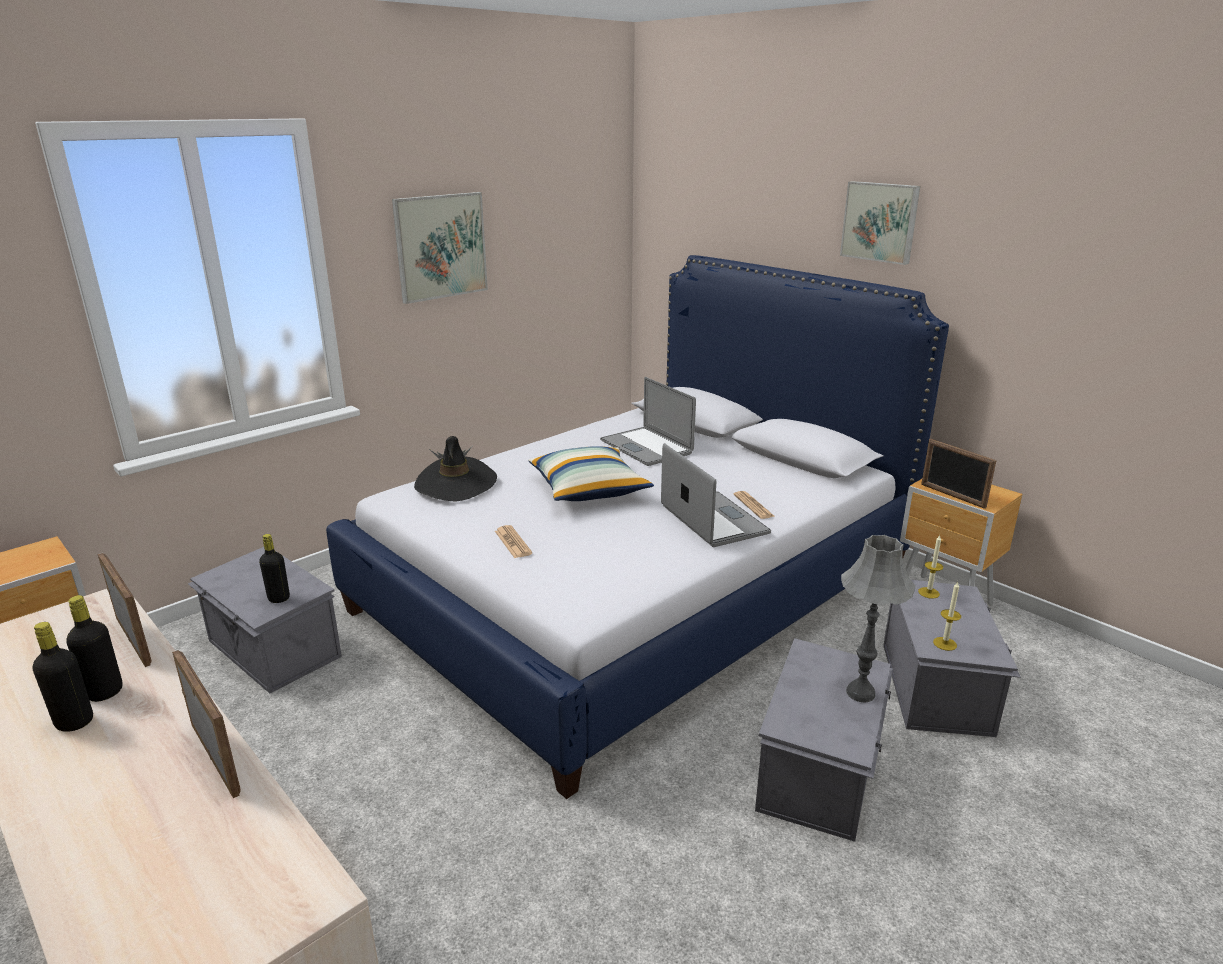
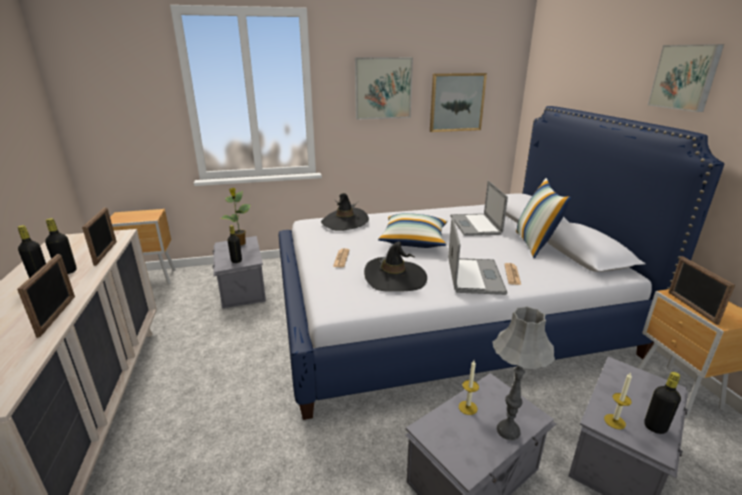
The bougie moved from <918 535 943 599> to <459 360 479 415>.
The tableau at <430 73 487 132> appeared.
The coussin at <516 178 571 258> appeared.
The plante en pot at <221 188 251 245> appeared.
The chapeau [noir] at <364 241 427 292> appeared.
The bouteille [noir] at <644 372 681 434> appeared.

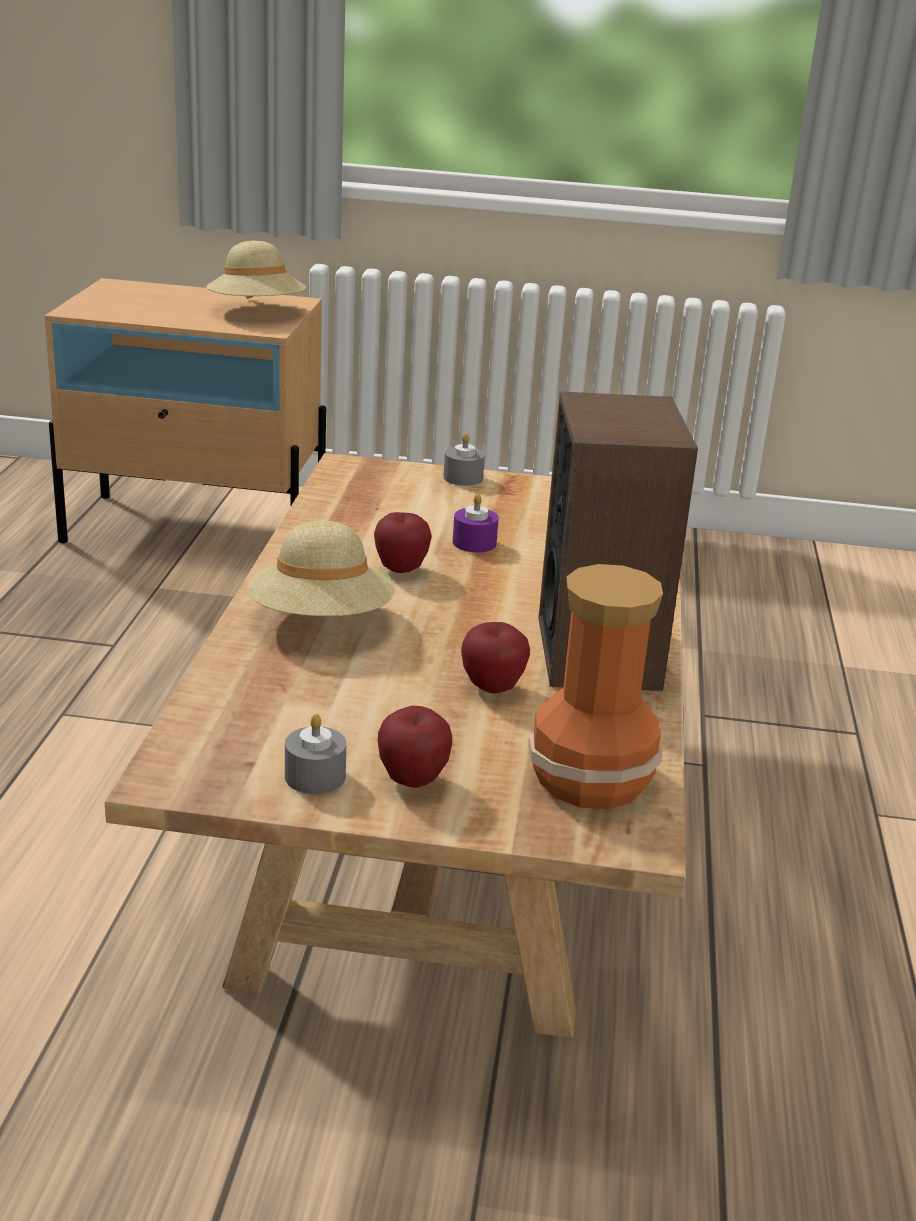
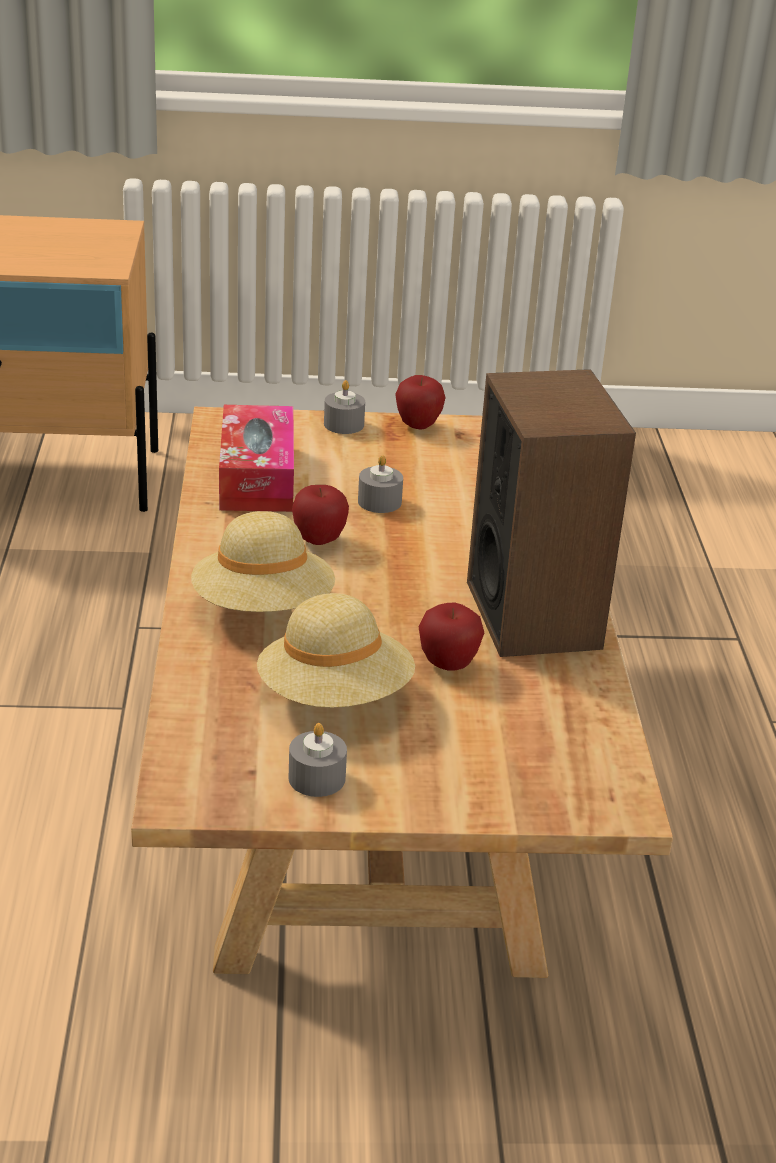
The chapeau [beige] moved from <207 241 306 299> to <257 593 415 708>.
The bougie [violet] at <453 494 499 552> became the bougie [gris] at <358 455 403 513>.
The vase at <528 564 663 809> disappeared.
The pomme moved from <378 706 452 788> to <395 375 445 430>.
The boîte à mouchoirs at <219 405 294 512> appeared.

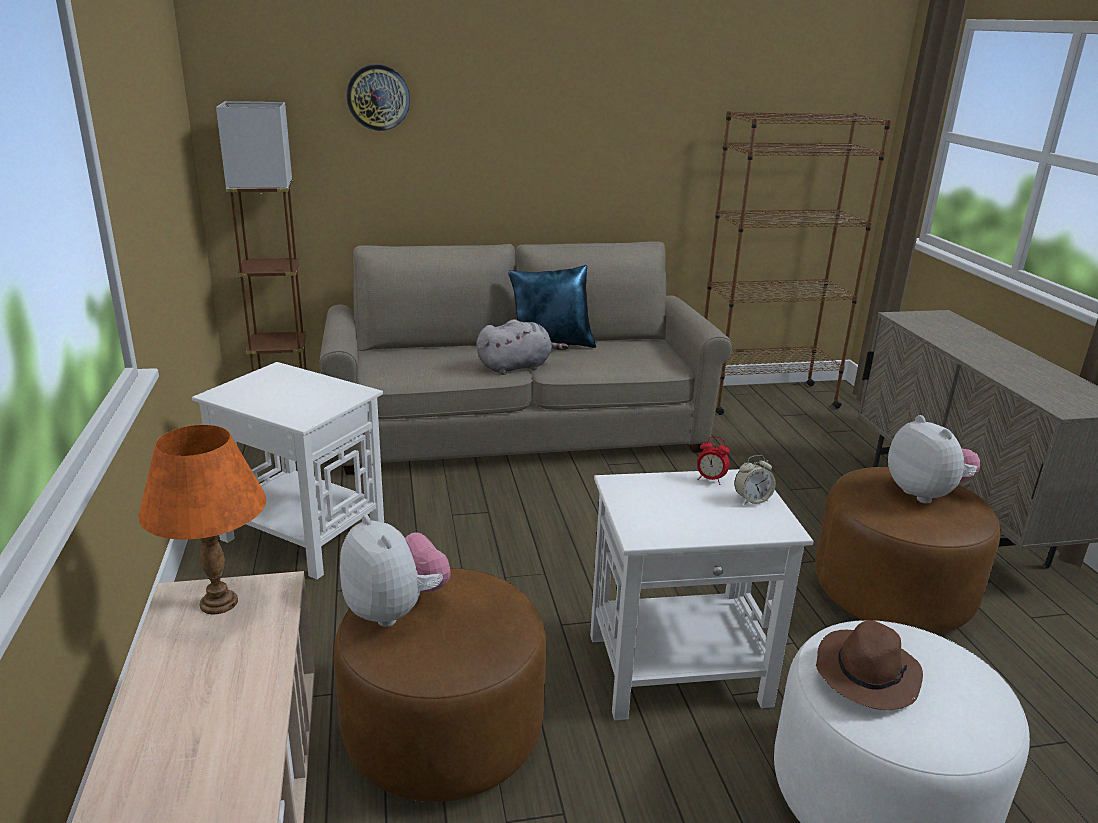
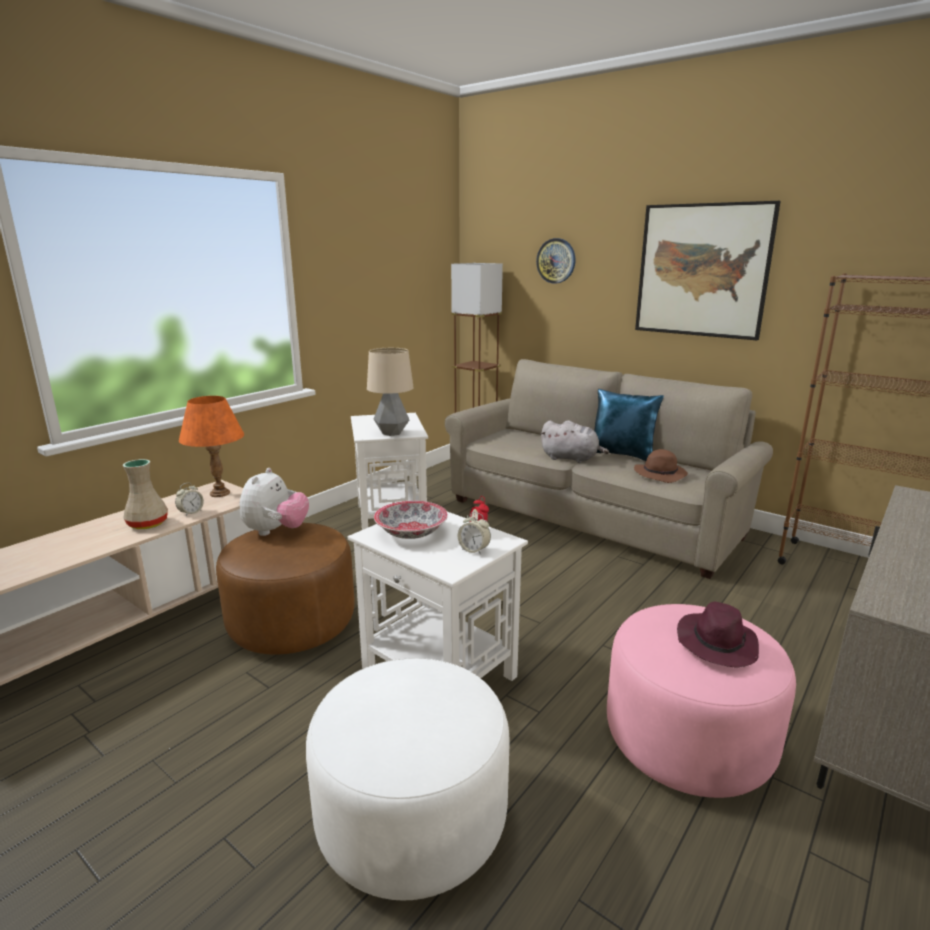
The peluche at <888 415 981 504> was replaced by the chapeau [violet] at <677 602 759 668>.
The pouf [marron] at <815 467 1001 634> became the pouf [rose] at <607 604 796 798>.
The chapeau [marron] moved from <816 620 923 710> to <634 449 688 483>.
The tableau at <635 201 781 340> appeared.
The lampe de table at <367 348 414 436> appeared.
The vase [beige] at <123 459 168 529> appeared.
The réveil at <175 483 204 516> appeared.
The bol at <374 501 448 539> appeared.

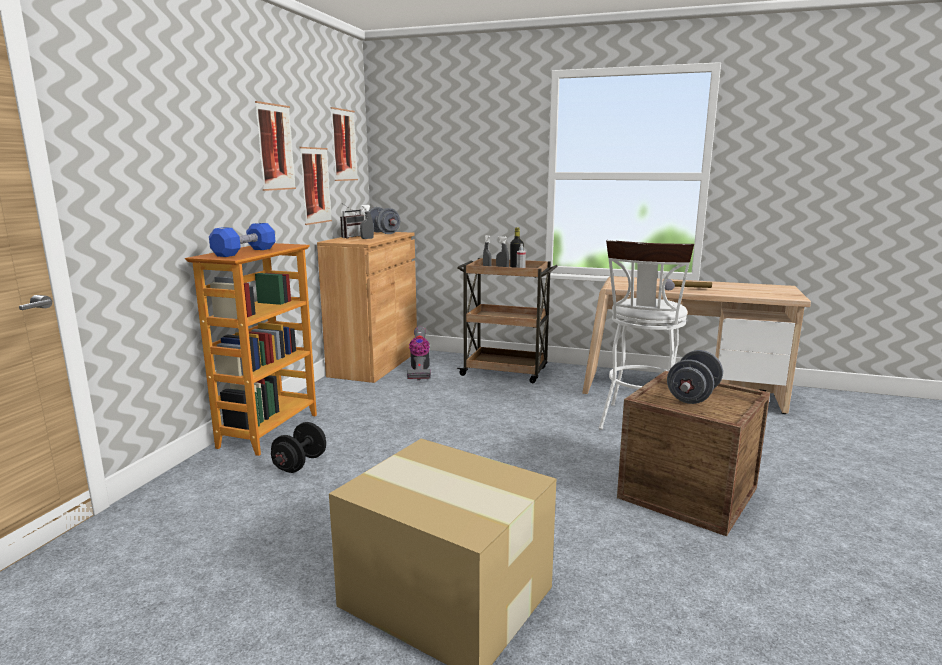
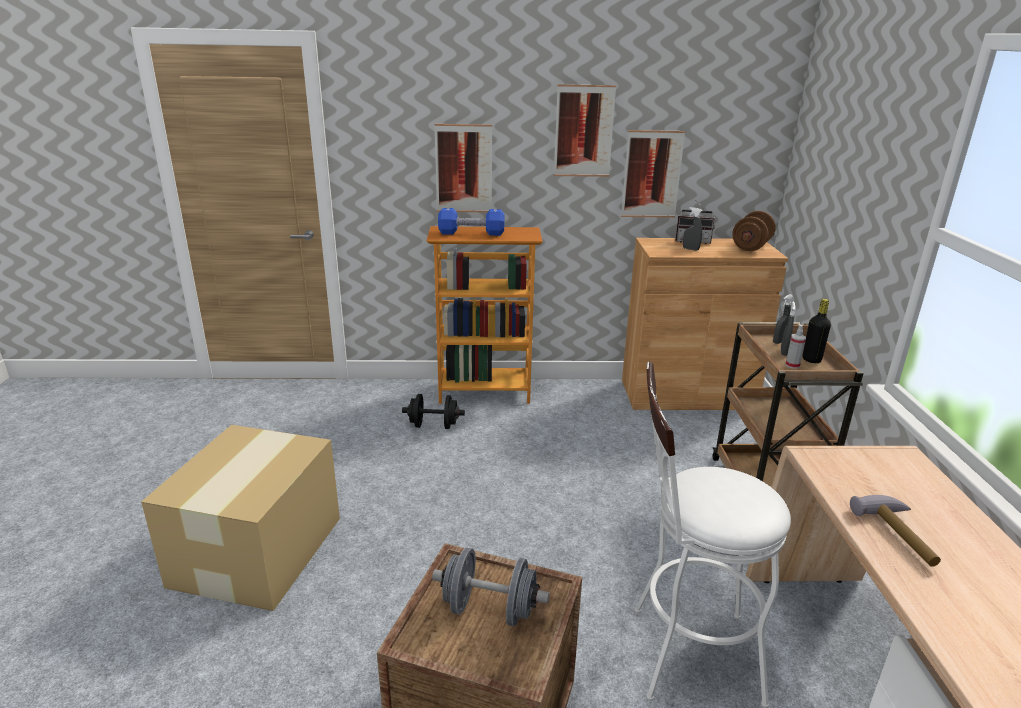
The tableau moved from <331 107 358 181> to <434 124 492 212>.
The haltère [gris] at <369 207 400 234> became the haltère [marron] at <732 211 776 251>.
The aspirateur at <407 327 431 380> disappeared.

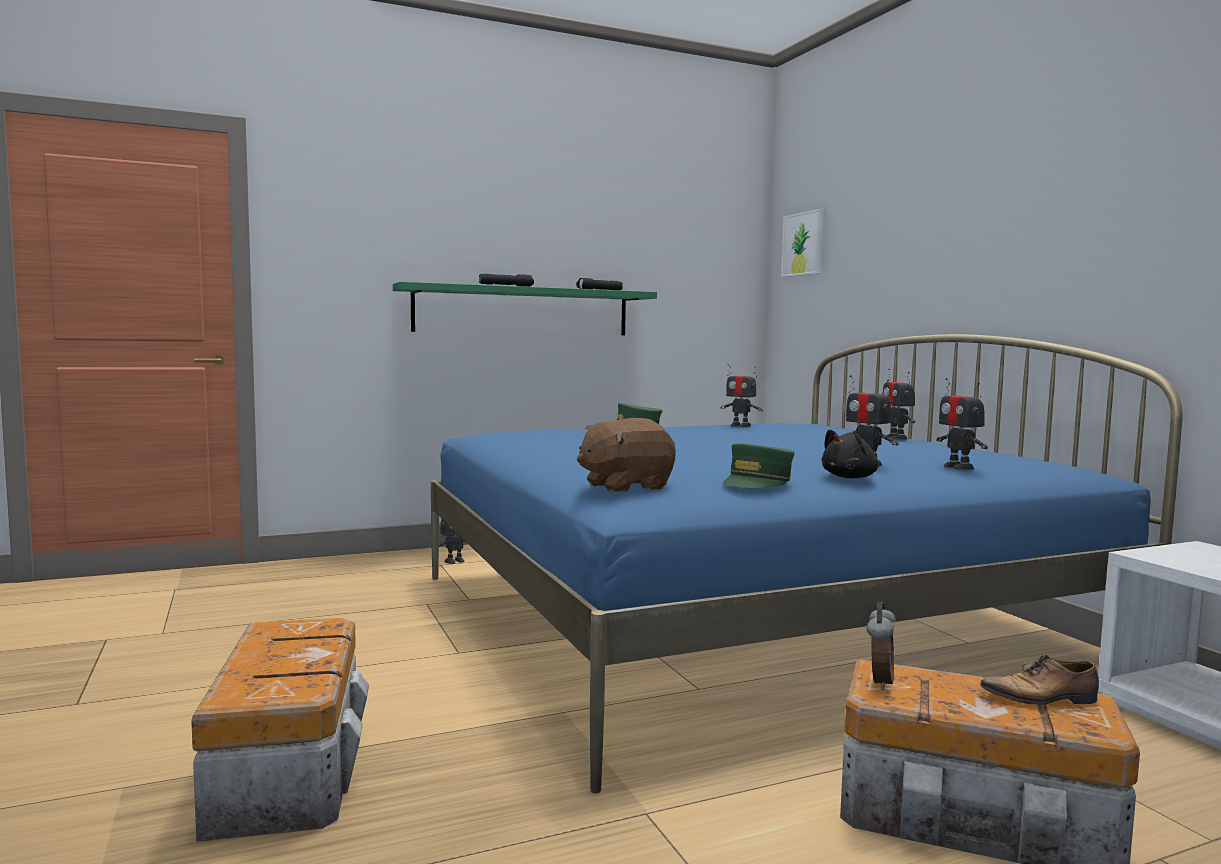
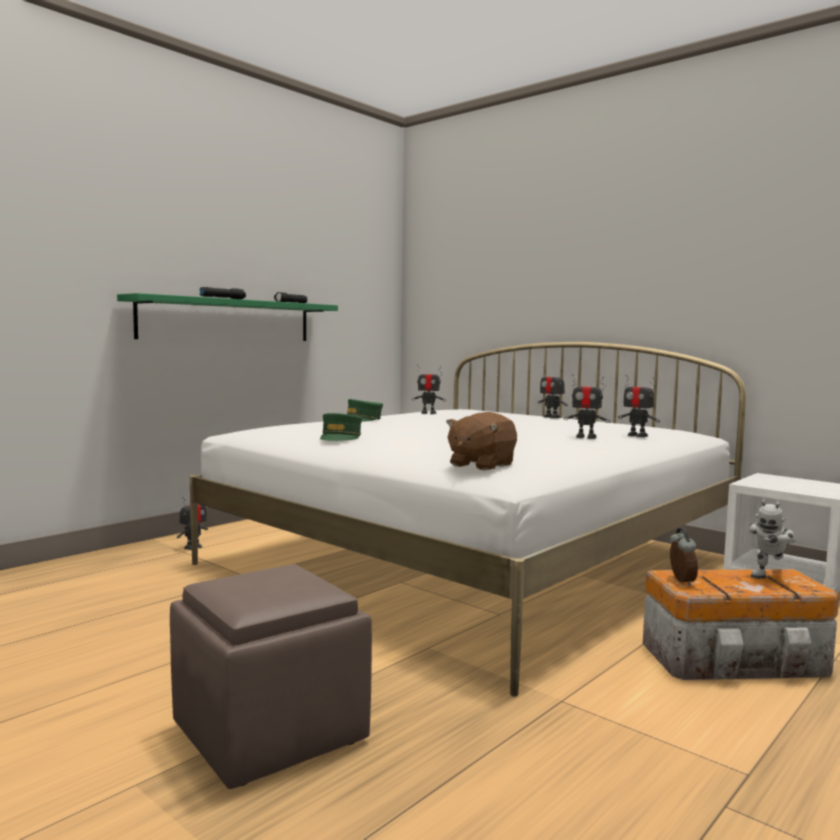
The tableau at <781 209 824 277> disappeared.
The lit [bleu] at <431 334 1182 793> became the lit [blanc] at <190 342 746 697>.
The peluche [noir] at <821 429 879 478> disappeared.
The casquette [vert] moved from <723 443 795 488> to <320 413 362 441>.
The boîte de rangement at <191 618 369 841> was replaced by the pouf [marron] at <170 564 372 789>.
The chaussure at <980 654 1099 705> was replaced by the robot jouet at <749 500 795 579>.

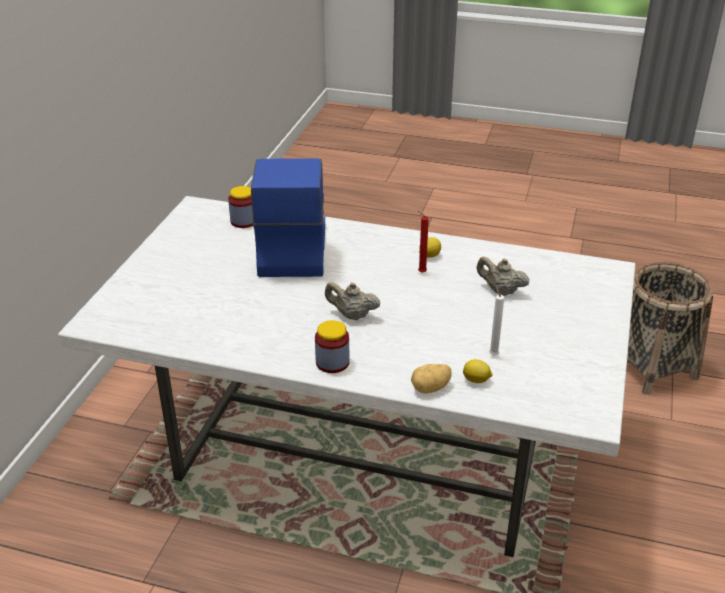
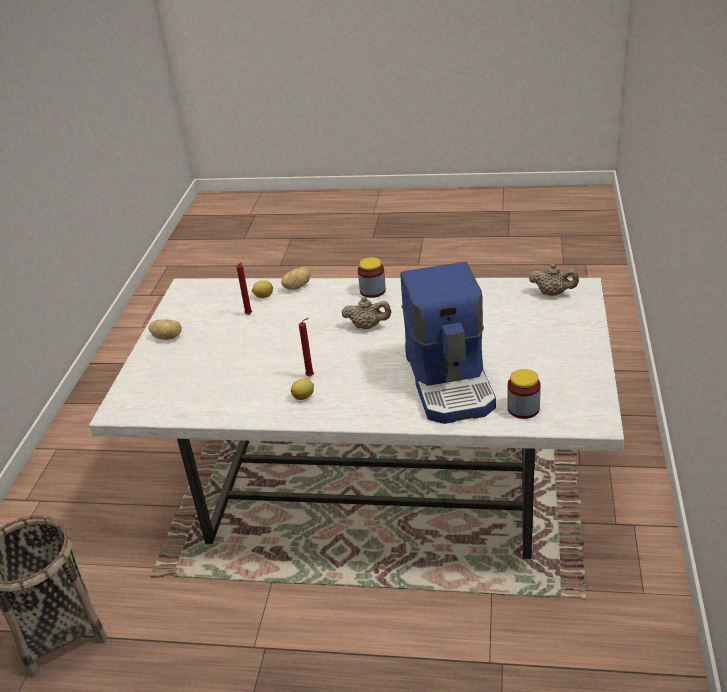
The théière [beige] moved from <477 257 529 296> to <529 263 579 296>.
The bougie [blanc] at <489 286 504 356> became the bougie [rouge] at <236 262 252 315>.
The pomme de terre at <148 319 182 340> appeared.

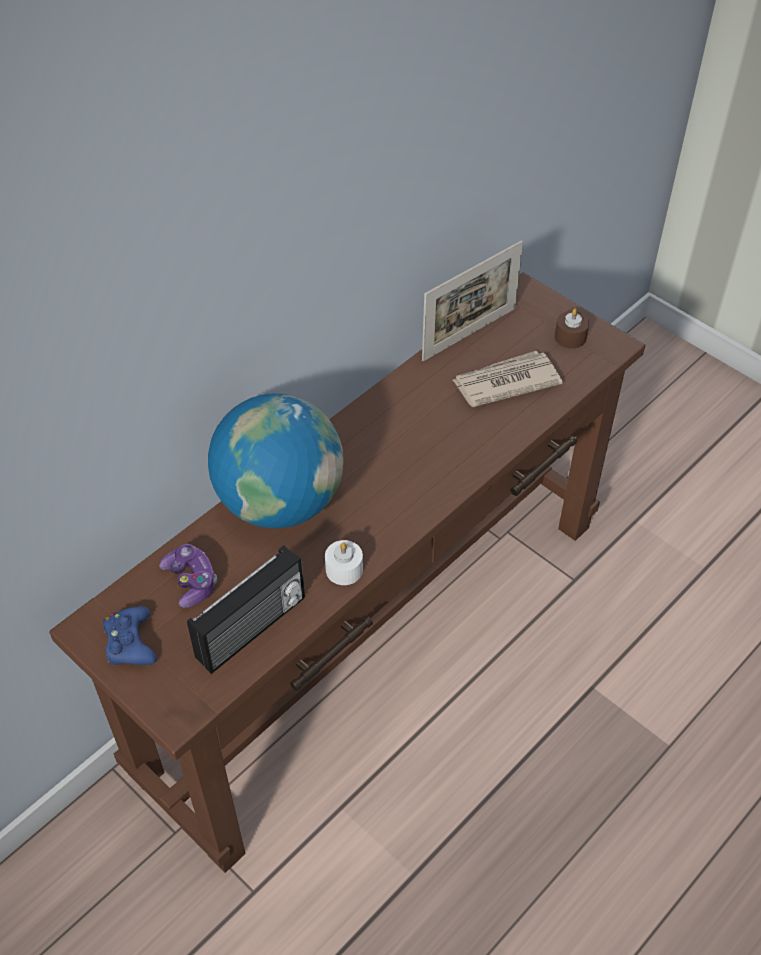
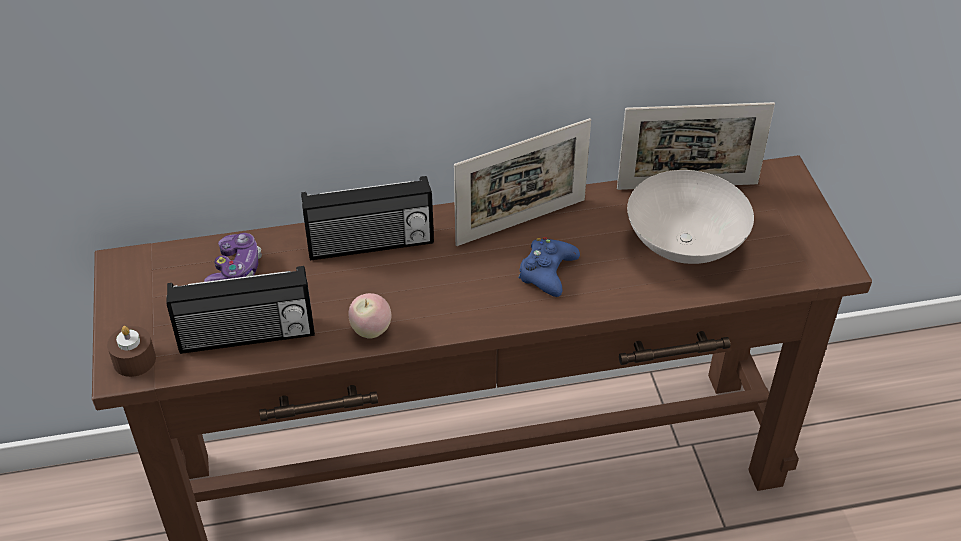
The bougie [marron] moved from <555 309 589 349> to <107 326 156 377>.
The journal at <452 351 563 407> was replaced by the bol [blanc] at <627 170 754 264>.
The globe at <208 394 344 529> was replaced by the radio at <301 176 434 261>.
The bougie [blanc] at <325 540 363 585> was replaced by the pomme at <348 293 391 339>.
The manette [bleu] moved from <103 606 157 665> to <518 237 580 297>.
The cadre photo at <454 118 591 246> appeared.

